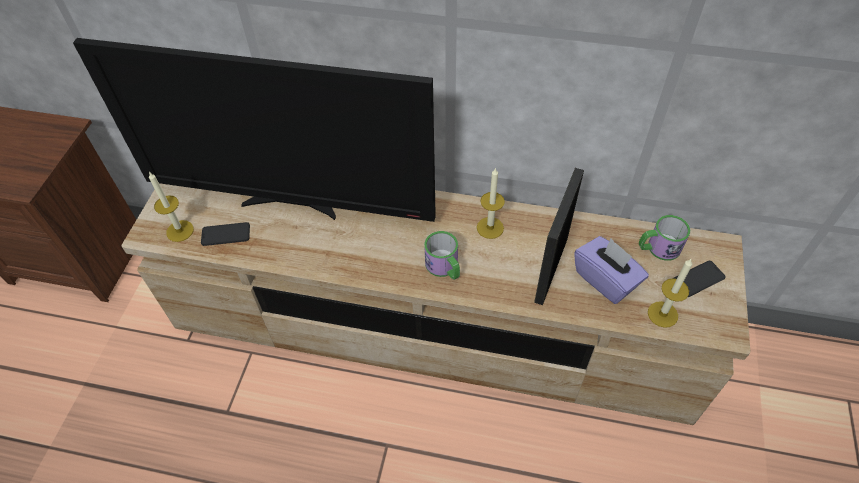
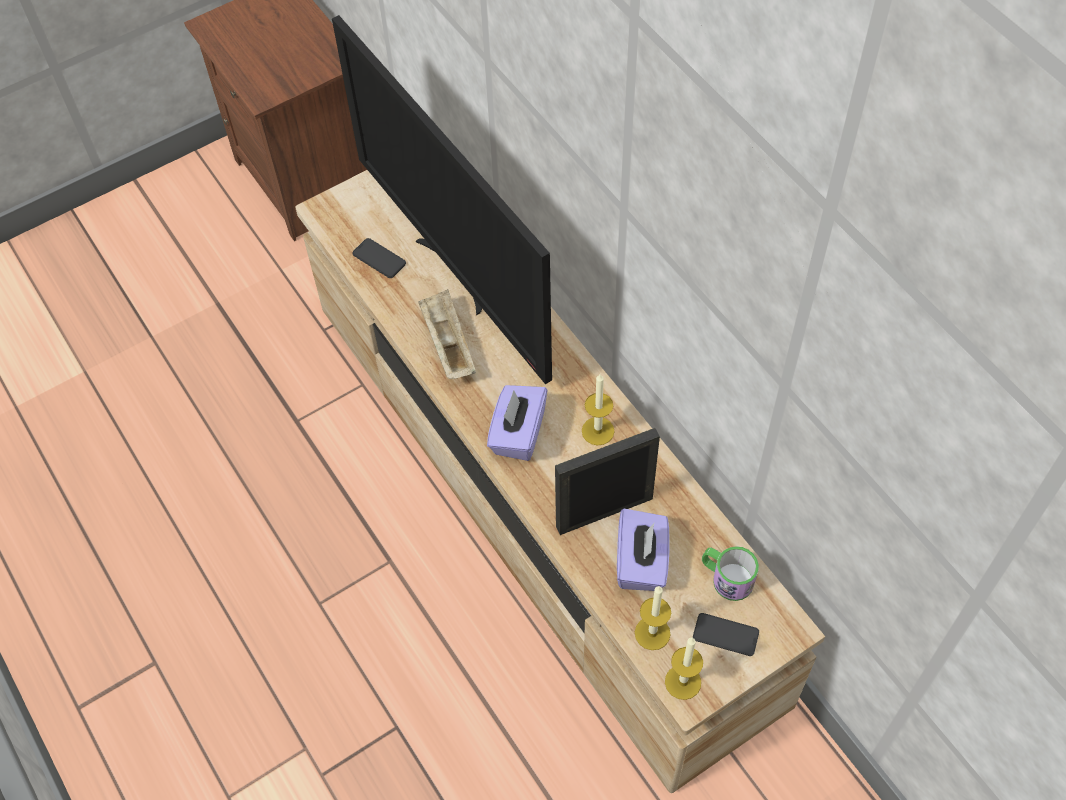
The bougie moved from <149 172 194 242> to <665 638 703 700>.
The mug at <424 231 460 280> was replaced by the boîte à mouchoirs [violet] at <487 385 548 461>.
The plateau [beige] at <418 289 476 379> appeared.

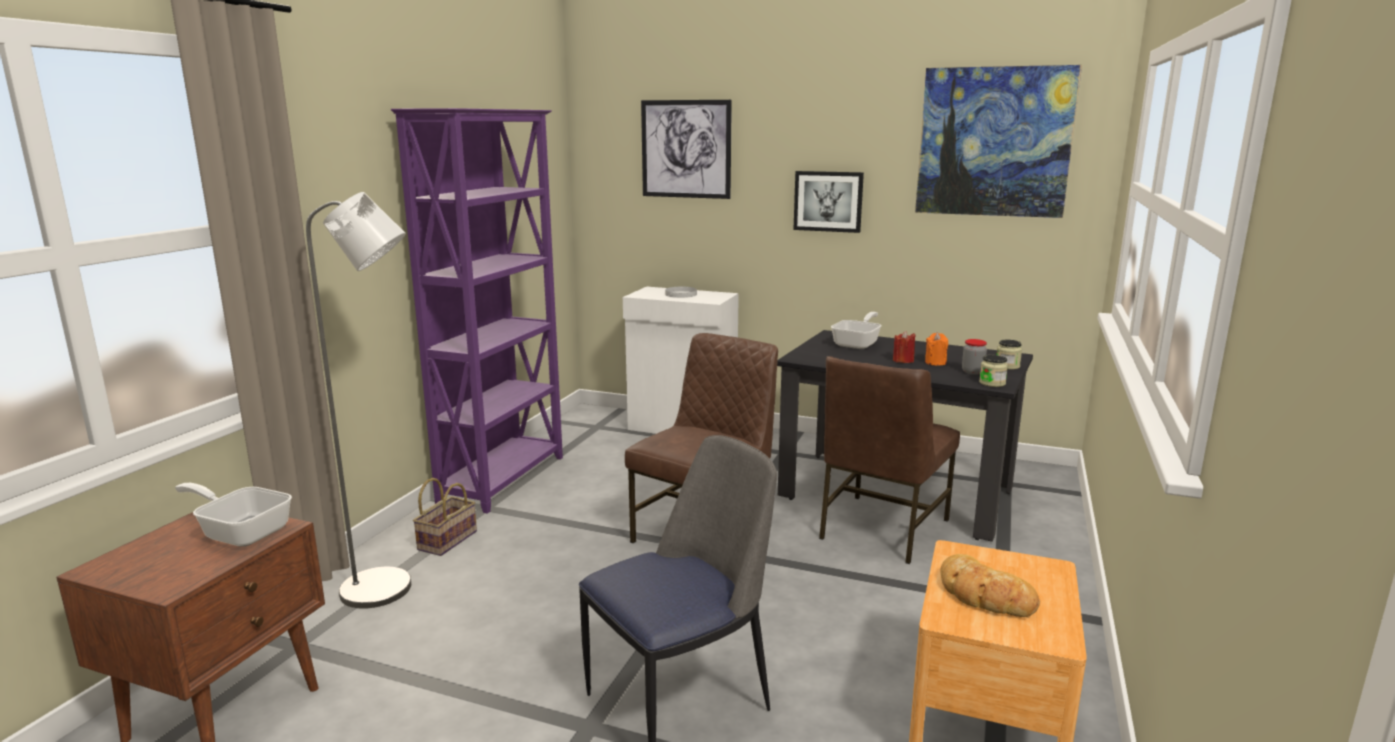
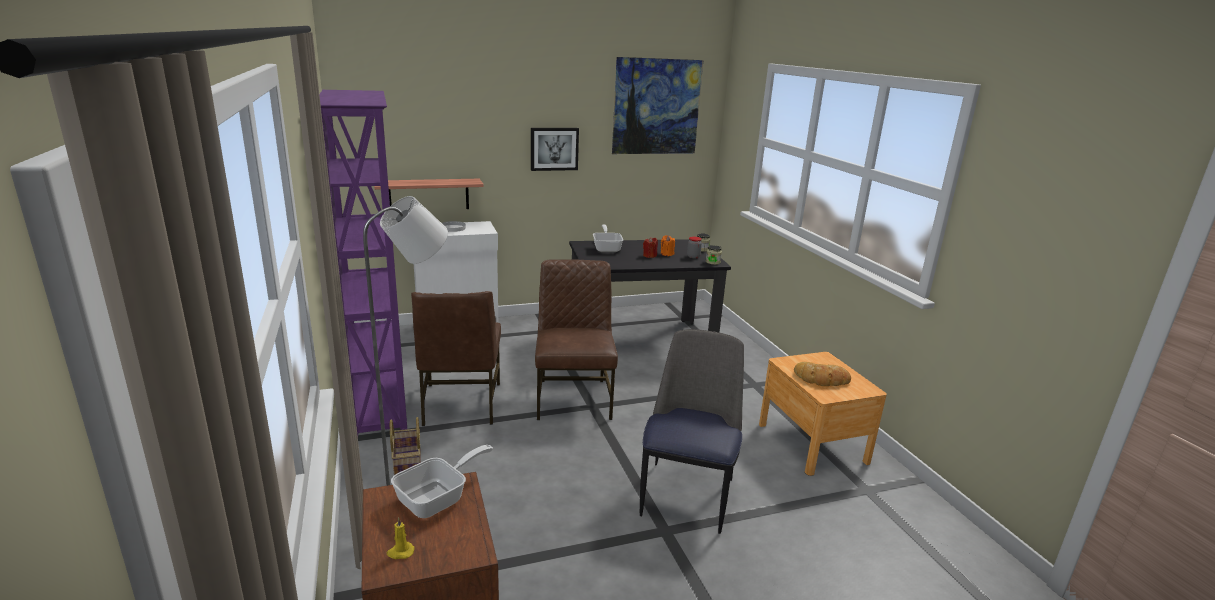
The tableau at <641 100 732 199> disappeared.
The chaise [marron] moved from <819 356 960 564> to <411 291 501 426>.
The poêle at <175 483 292 547> turned 150 degrees clockwise.
The étagère at <374 179 484 209> appeared.
The bougie [jaune] at <387 517 415 559> appeared.

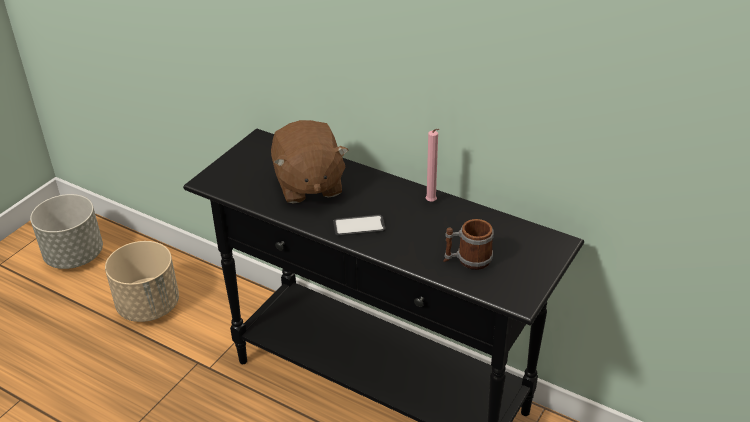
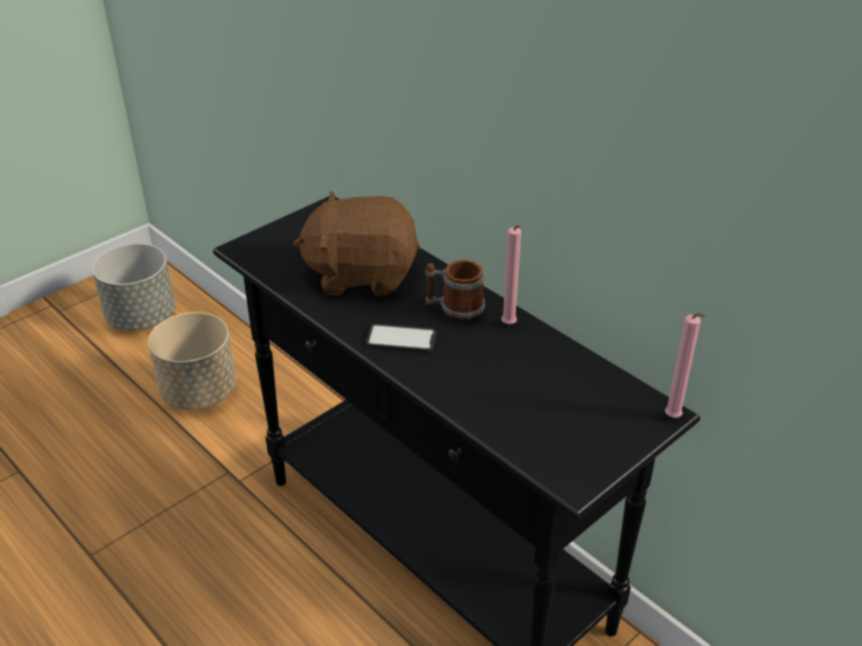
The peluche [marron] at <271 120 348 203> turned 90 degrees clockwise.
The mug moved from <443 219 494 270> to <425 260 485 322>.
The bougie [rose] at <665 313 705 418> appeared.

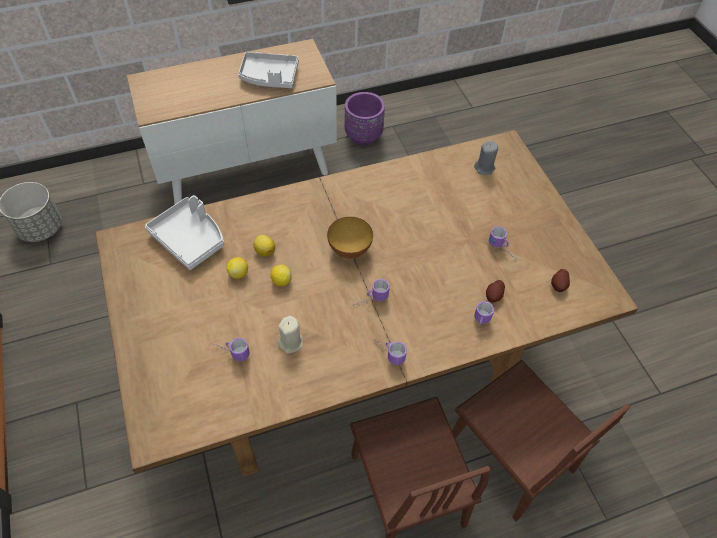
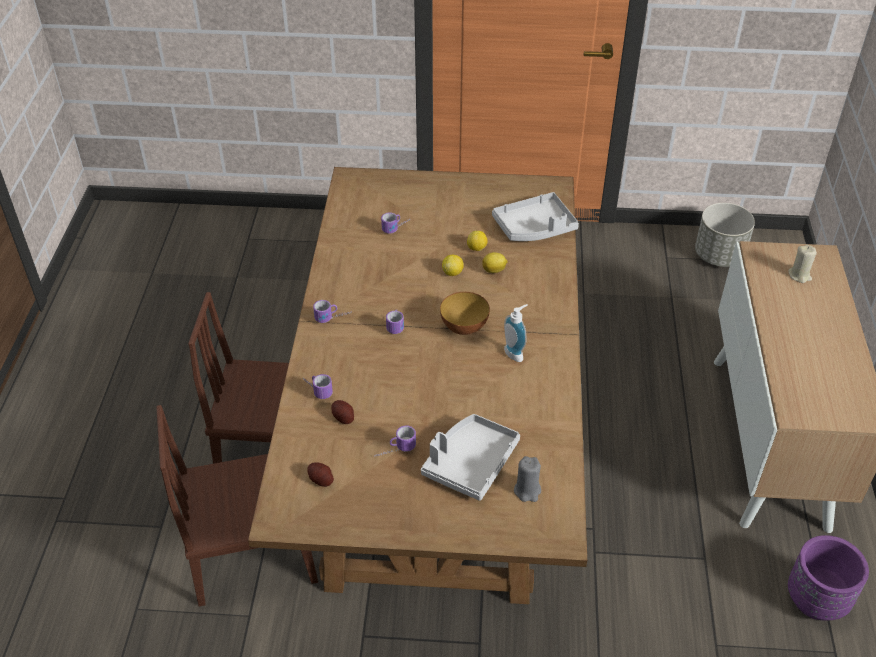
The plateau [gris] moved from <238 52 299 88> to <421 414 520 501>.
The bougie [beige] moved from <278 316 303 354> to <789 245 817 283>.
The distributeur de savon at <504 304 528 362> appeared.

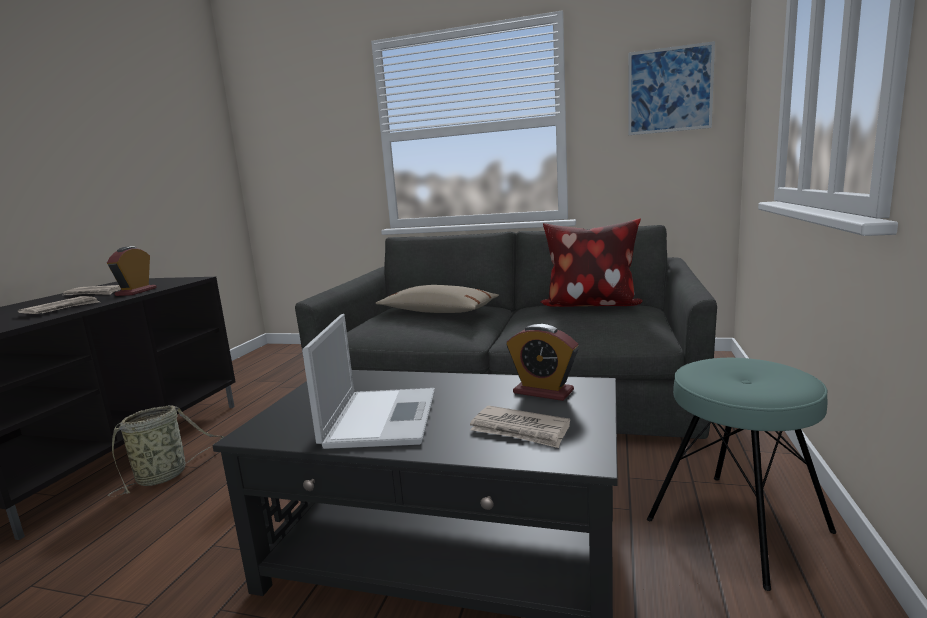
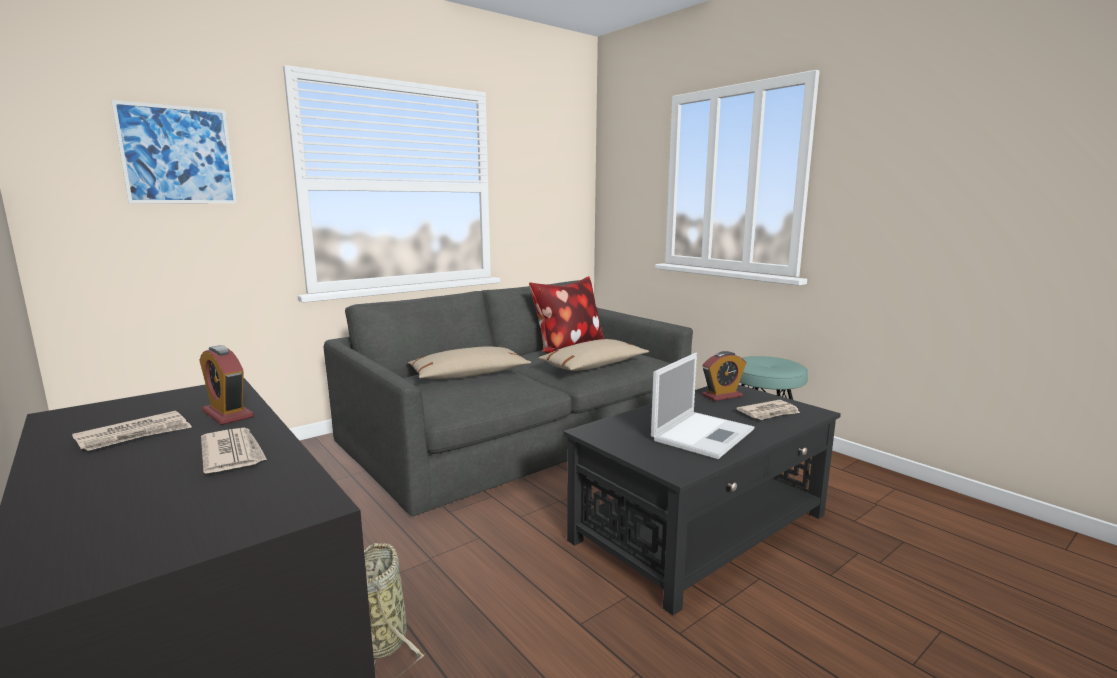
The tableau moved from <628 41 715 135> to <111 100 237 203>.
The ordinateur portable at <302 314 435 449> turned 90 degrees clockwise.
The coussin [beige] at <539 339 649 371> appeared.

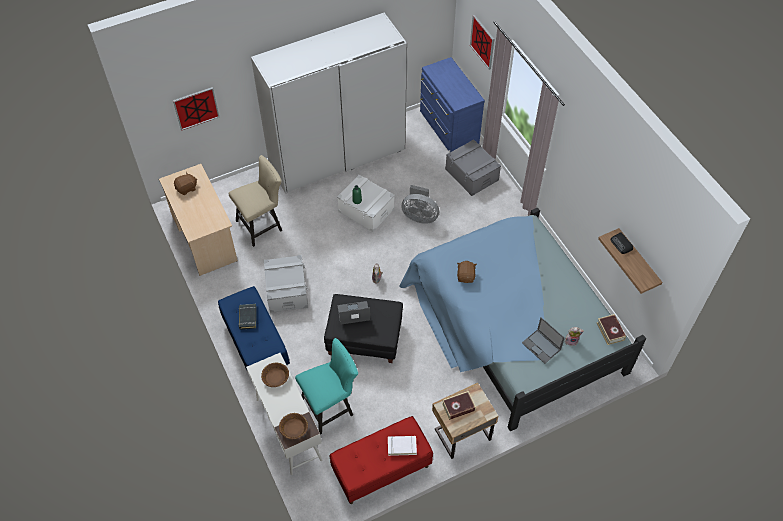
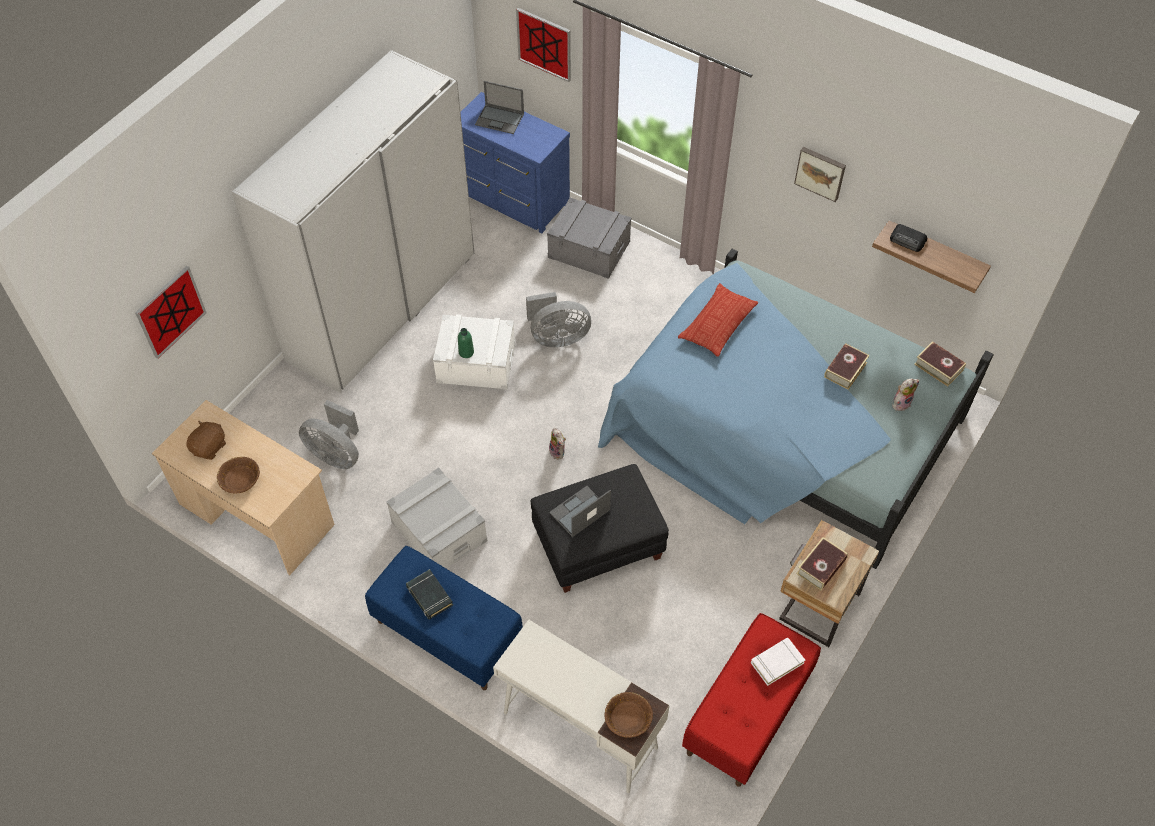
The chaise [beige] at <229 155 282 247> was replaced by the ventilateur [gris] at <299 400 359 469>.
The peluche [marron] at <457 261 477 283> disappeared.
The ordinateur portable moved from <522 317 565 364> to <475 81 524 134>.
The chaise [turquoise] at <295 338 358 435> disappeared.
The bol [marron] moved from <261 362 289 387> to <217 457 260 493>.
The tableau at <794 147 846 202> appeared.
The coussin at <678 283 759 357> appeared.
The livre at <824 343 869 390> appeared.

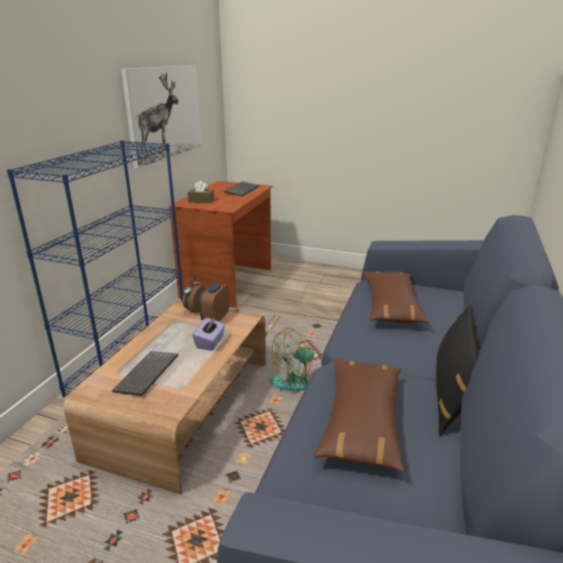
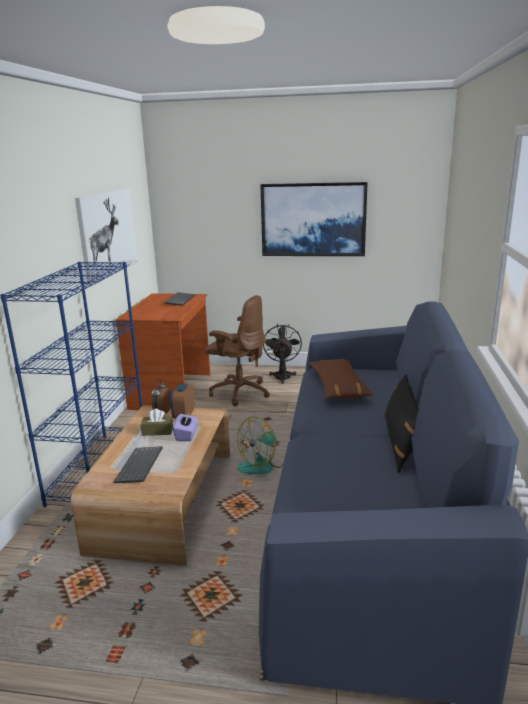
The boîte à mouchoirs [marron] moved from <188 181 214 203> to <141 409 173 436>.
The coussin [marron] at <314 358 404 472> disappeared.
The tableau at <260 182 367 256> appeared.
The chaise de bureau [marron] at <206 295 270 407> appeared.
The ventilateur [noir] at <263 324 302 384> appeared.

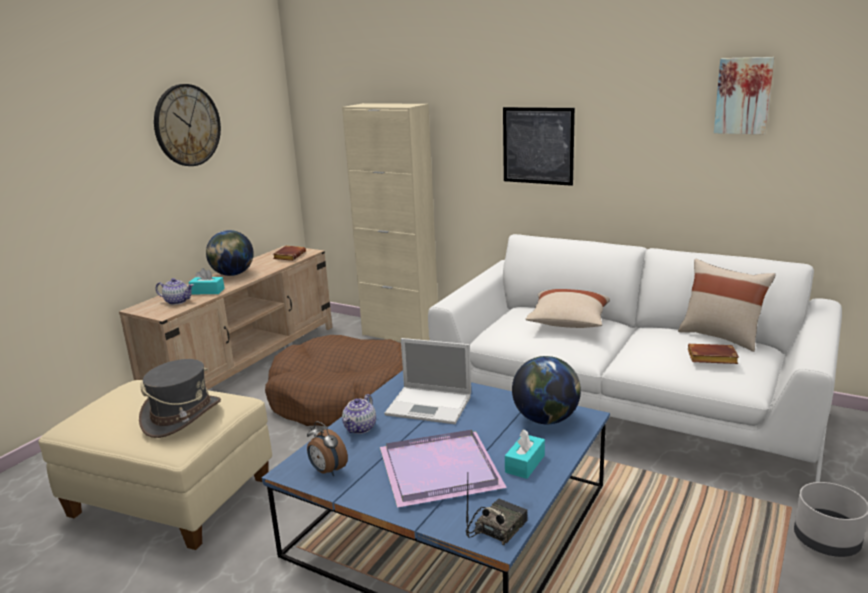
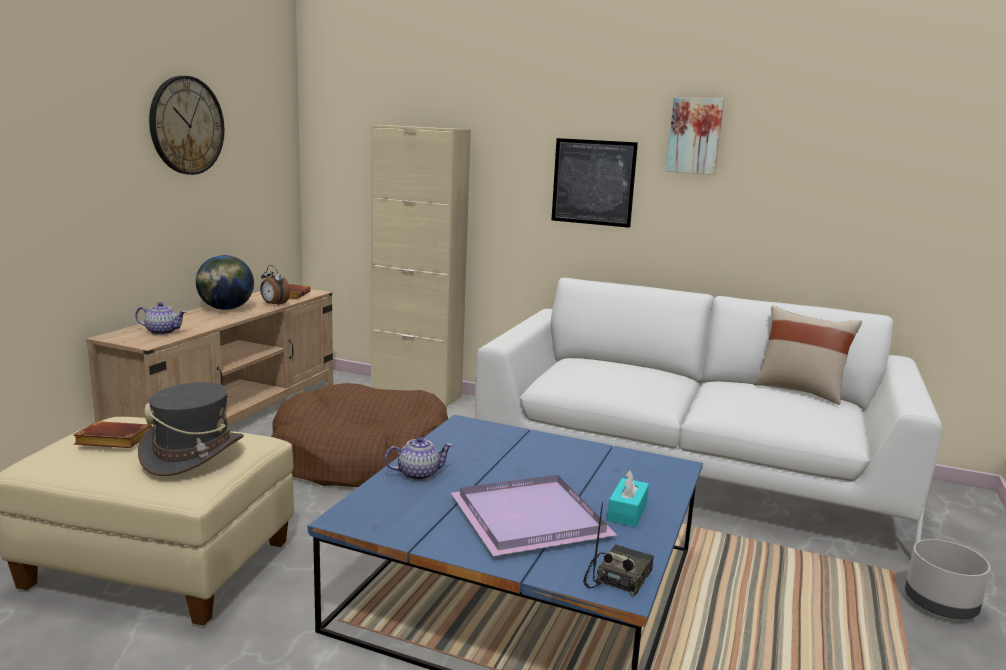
The tableau moved from <714 57 774 134> to <666 97 724 175>.
The boîte à mouchoirs [turquoise] at <189 268 225 294> disappeared.
The coussin [beige] at <525 289 610 328> disappeared.
The ordinateur portable at <384 338 471 424> disappeared.
The livre [marron] moved from <688 344 739 364> to <73 421 152 448>.
The globe at <512 356 581 424> disappeared.
The théière at <342 394 376 434> turned 120 degrees counterclockwise.
The réveil moved from <307 421 348 476> to <260 265 290 306>.

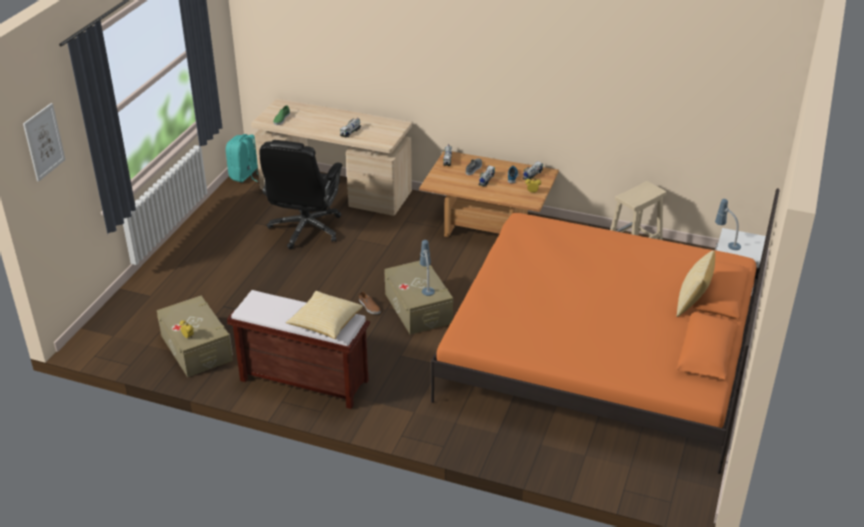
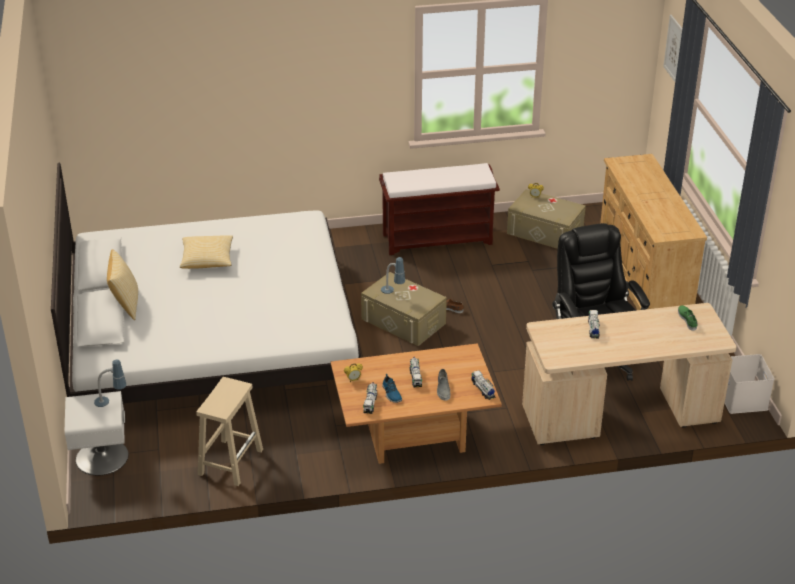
The sac à dos [turquoise] at <226 134 259 182> was replaced by the boîte de rangement [blanc] at <725 354 774 414>.
The lit [orange] at <431 188 780 474> became the lit [blanc] at <51 163 362 403>.
The coussin moved from <286 291 363 339> to <180 235 233 269>.
The commode [beige] at <600 154 707 310> appeared.

